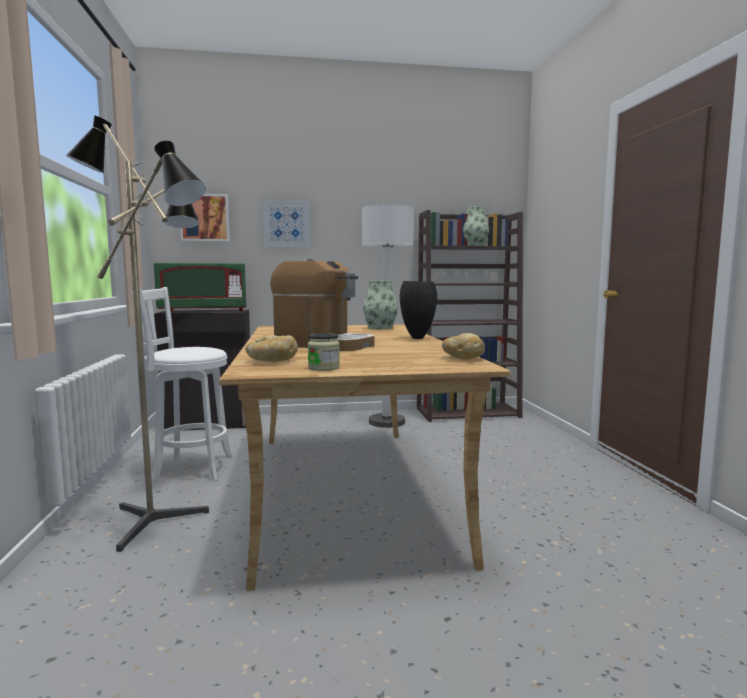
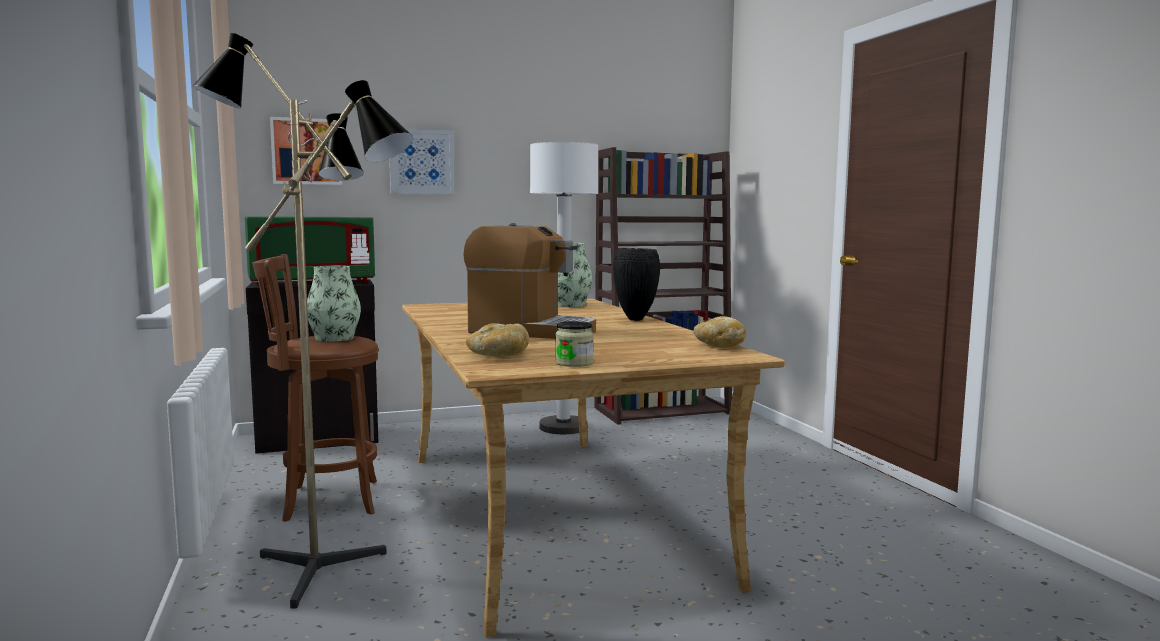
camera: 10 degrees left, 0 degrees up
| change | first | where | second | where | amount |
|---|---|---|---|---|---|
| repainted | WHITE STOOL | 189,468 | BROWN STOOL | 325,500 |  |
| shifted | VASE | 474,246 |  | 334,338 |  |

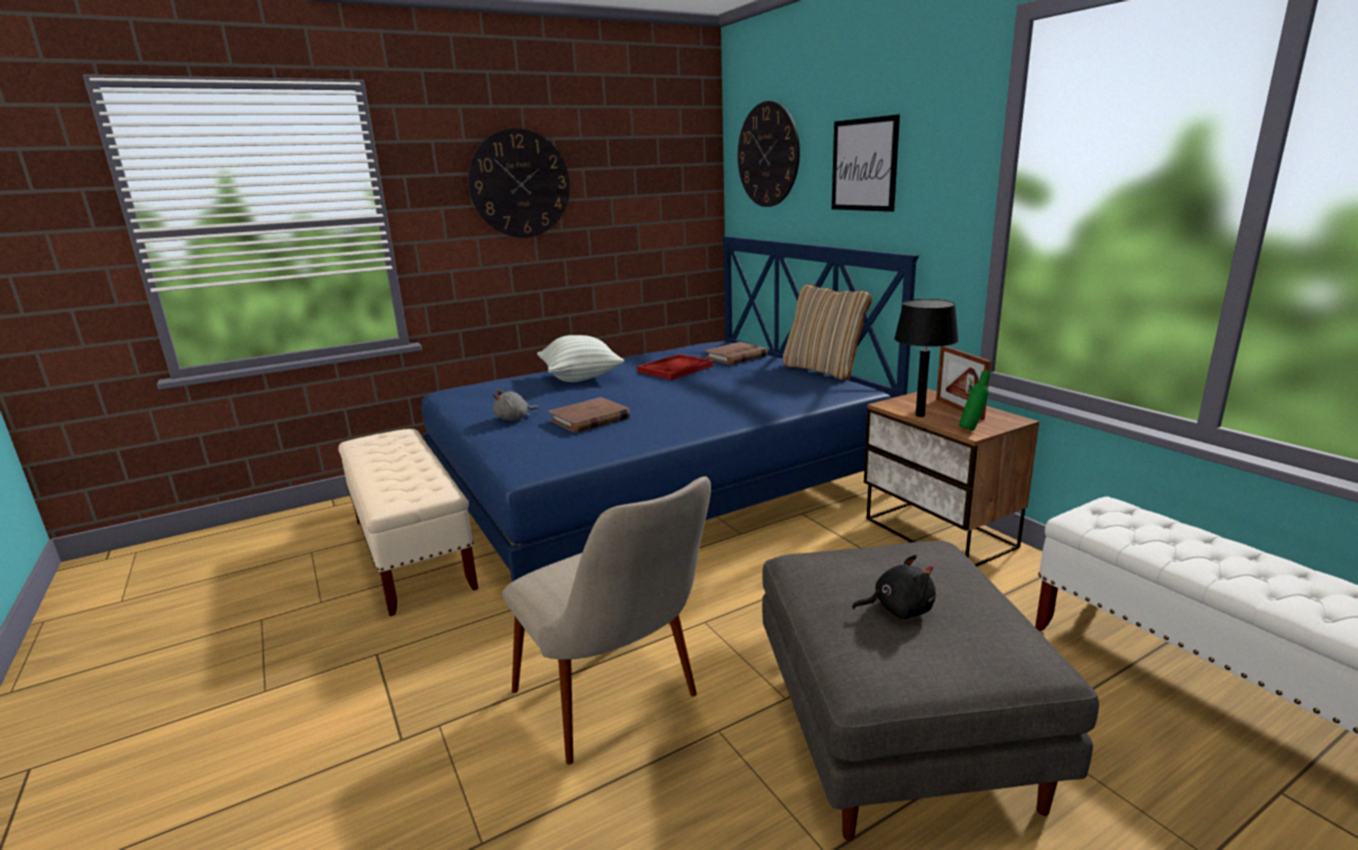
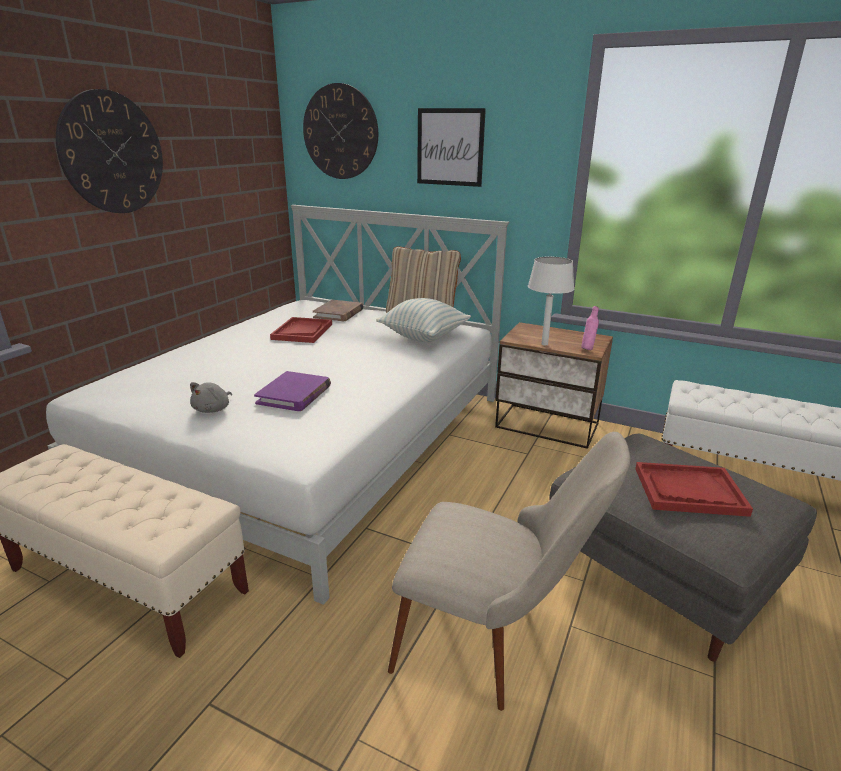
camera: 35 degrees left, 5 degrees up
| change | first | where | second | where | amount |
|---|---|---|---|---|---|
| repainted | BLUE BED | 654,486 | WHITE BED | 311,441 |  |
| repainted | BROWN BOOK | 590,419 | PURPLE BOOK | 294,394 |  |
| shifted | PILLOW | 581,378 |  | 423,337 |  |
| repainted | BLACK TABLE LAMP | 919,415 | WHITE TABLE LAMP | 544,344 |  |
| repainted | GREEN BOTTLE | 972,429 | PINK BOTTLE | 588,349 |  |
| swapped | BLACK PLUSH TOY | 898,609 | RED TRAY | 689,491 |  |
| gone | PICTURE FRAME | 959,409 |  |  |  |

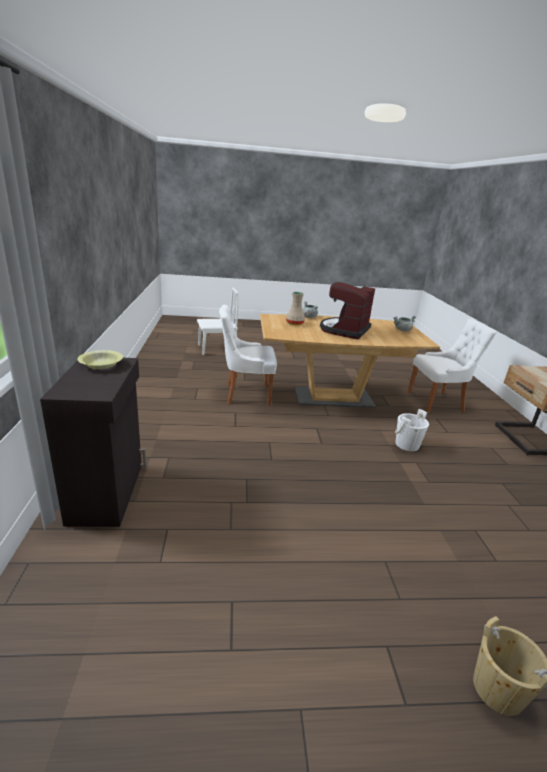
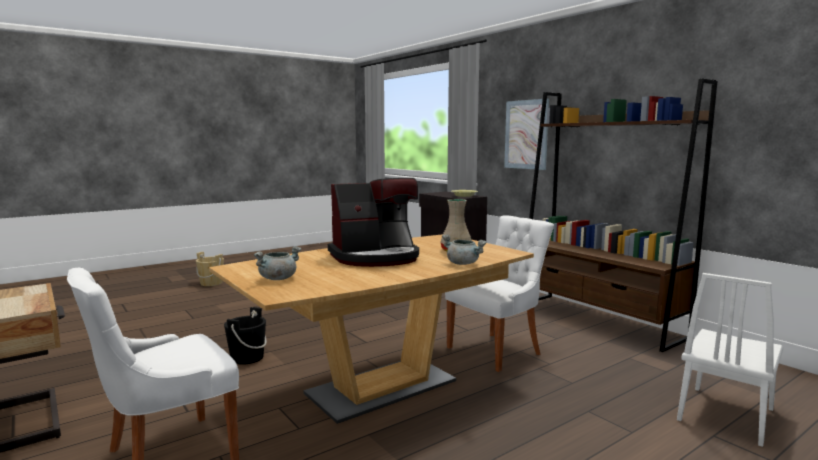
camera: 150 degrees right, 15 degrees down
| change | first | where | second | where | amount |
|---|---|---|---|---|---|
| repainted | WHITE BUCKET | 407,444 | BLACK BUCKET | 247,358 |  |
| rotated | COFFEE MACHINE | 344,330 |  | 376,257 | 75 degrees clockwise |
| new |  |  | PICTURE | 526,134 |  |
| new |  |  | BROWN BOOKCASE | 598,320 |  |

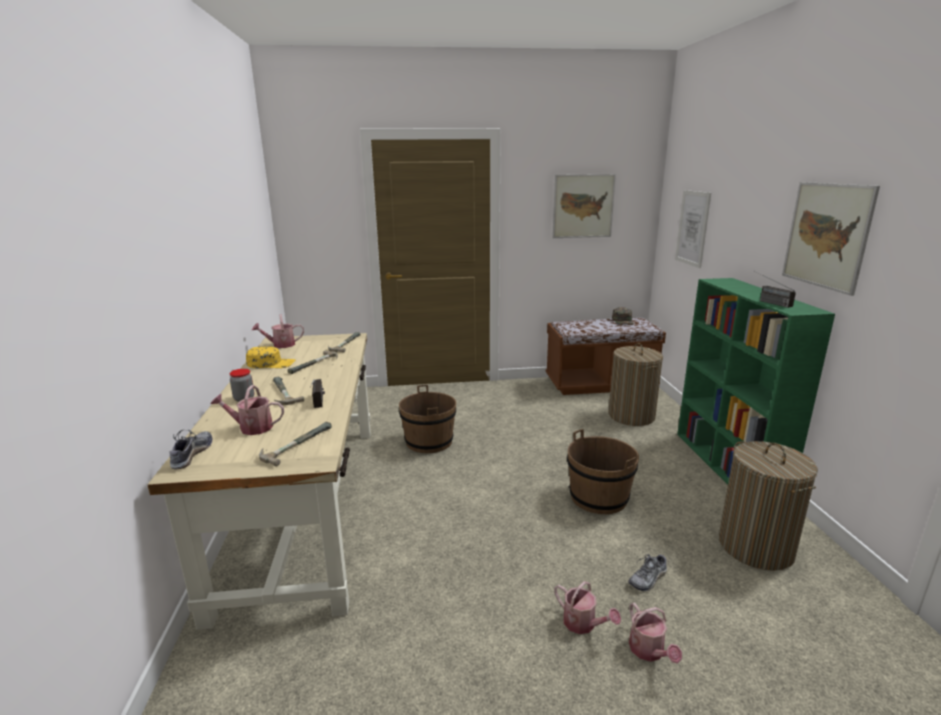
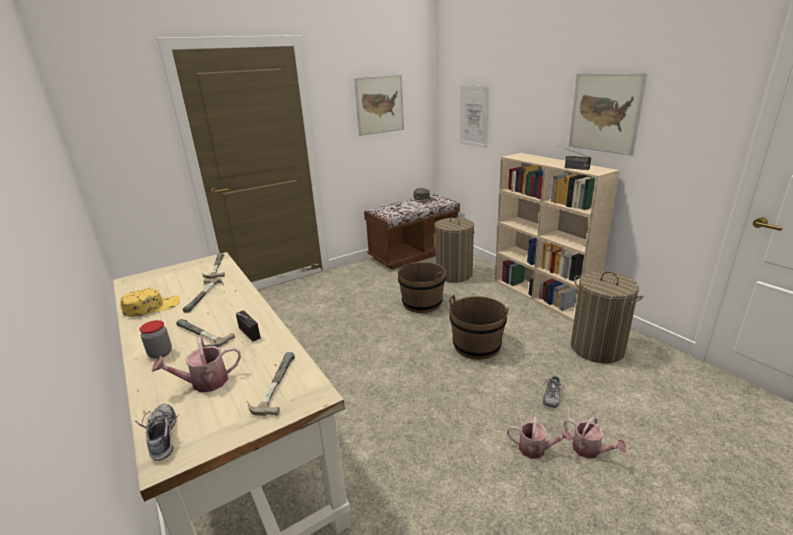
camera: 25 degrees left, 5 degrees up
| change | first | where | second | where | amount |
|---|---|---|---|---|---|
| shifted | BROWN BUCKET | 429,442 |  | 422,303 |  |
| repainted | GREEN BOOKCASE | 728,467 | BEIGE BOOKCASE | 542,296 |  |
| gone | WATERING CAN | 280,345 |  |  |  |

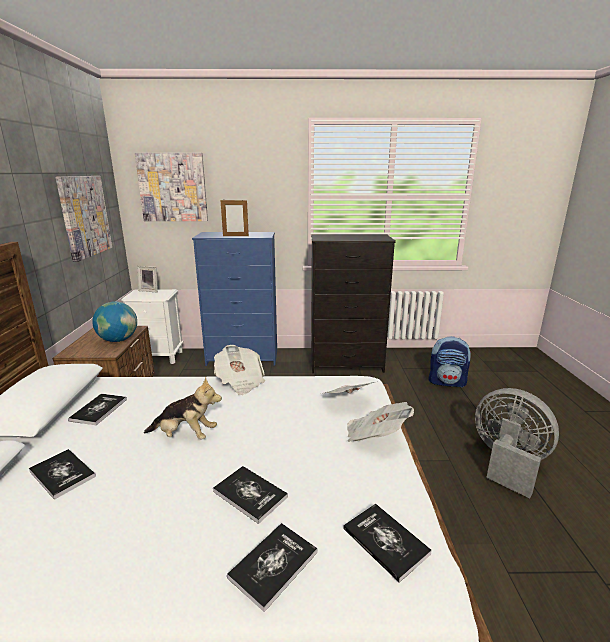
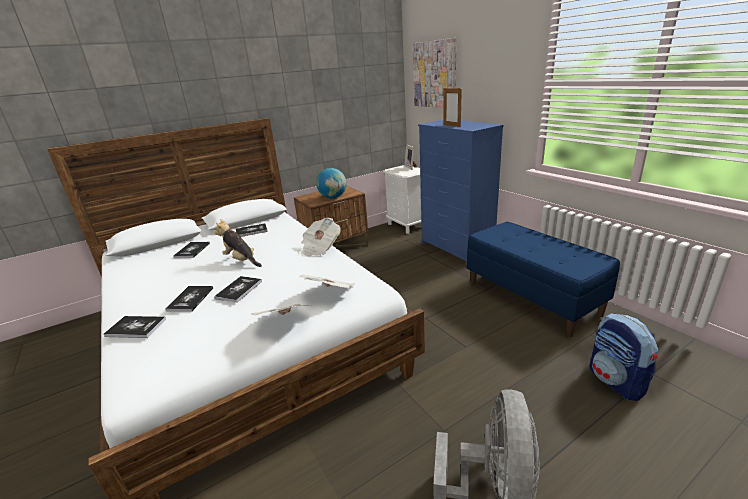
camera: 60 degrees right, 5 degrees up
| change | first | where | second | where | amount |
|---|---|---|---|---|---|
| shifted | BOOK | 385,541 |  | 239,290 |  |
| rotated | PLUSH TOY | 185,435 |  | 241,260 | 150 degrees clockwise |
| swapped | BLACK DRESSER | 347,364 | BLUE BENCH | 532,298 |  |
| gone | PICTURE | 84,216 |  |  |  |

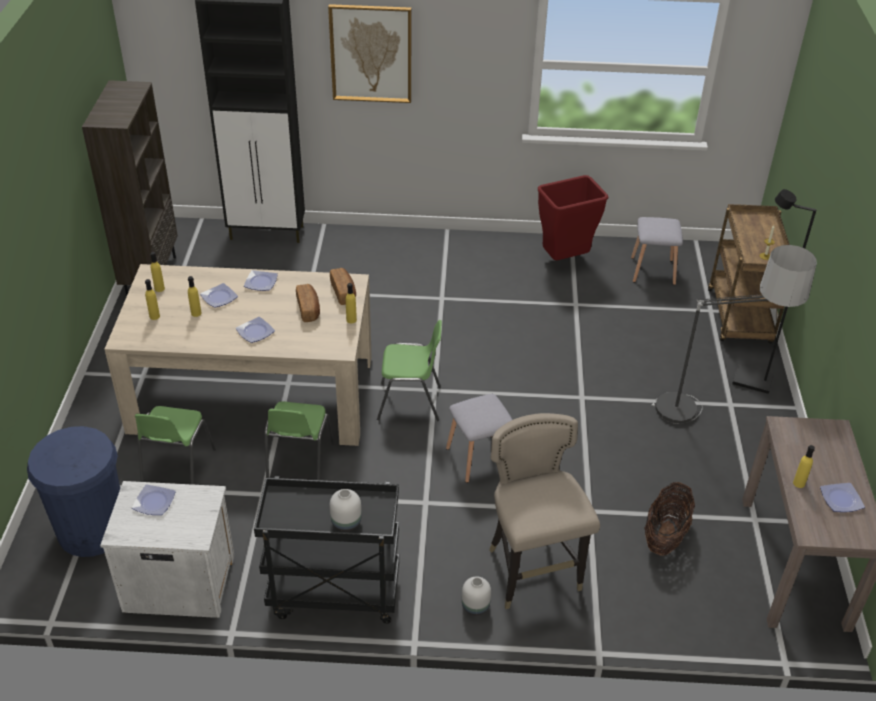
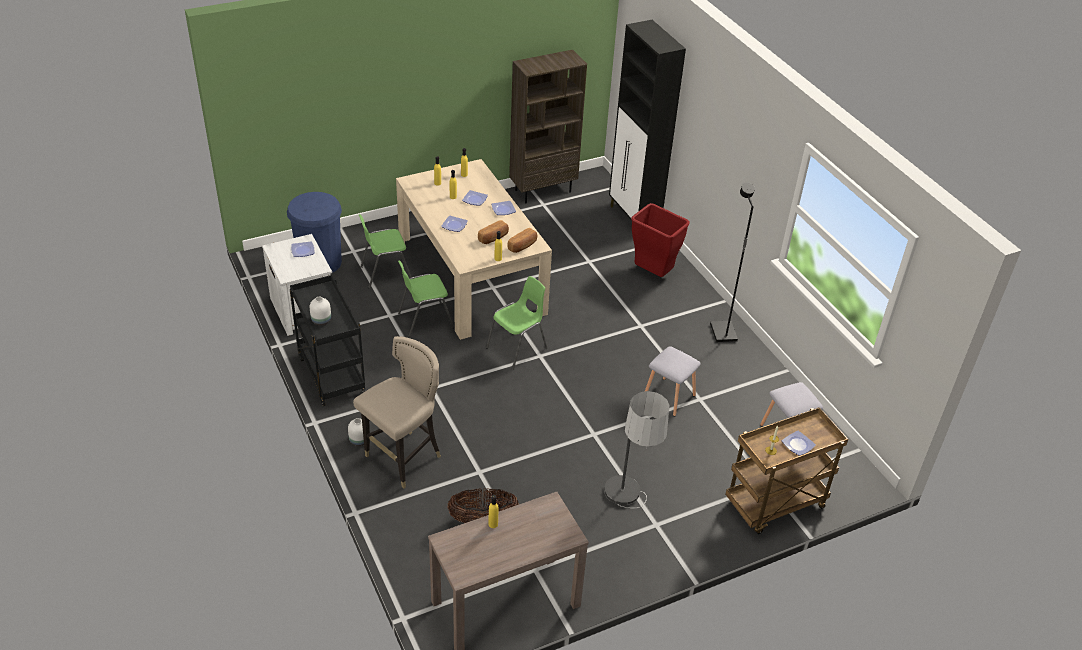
camera: 60 degrees right, 0 degrees up
| change | first | where | second | where | amount |
|---|---|---|---|---|---|
| rotated | GREEN CHAIR | 410,403 |  | 518,348 | 105 degrees counterclockwise |
| shifted | RED TRASH CAN | 565,259 |  | 653,274 |  |
| shifted | GREY STOOL | 479,457 |  | 670,397 |  |
| shifted | BLACK FLOOR LAMP | 751,381 |  | 722,332 |  |
| shifted | PLATE | 841,499 |  | 798,445 |  |
| gone | PICTURE | 371,53 |  |  |  |

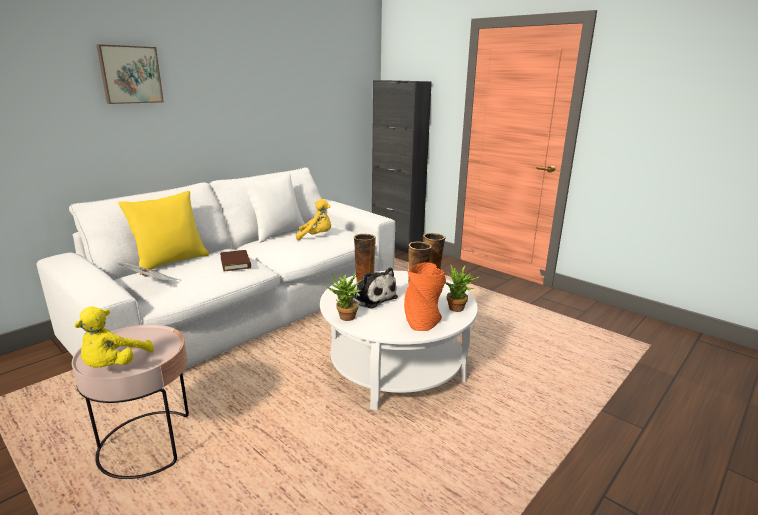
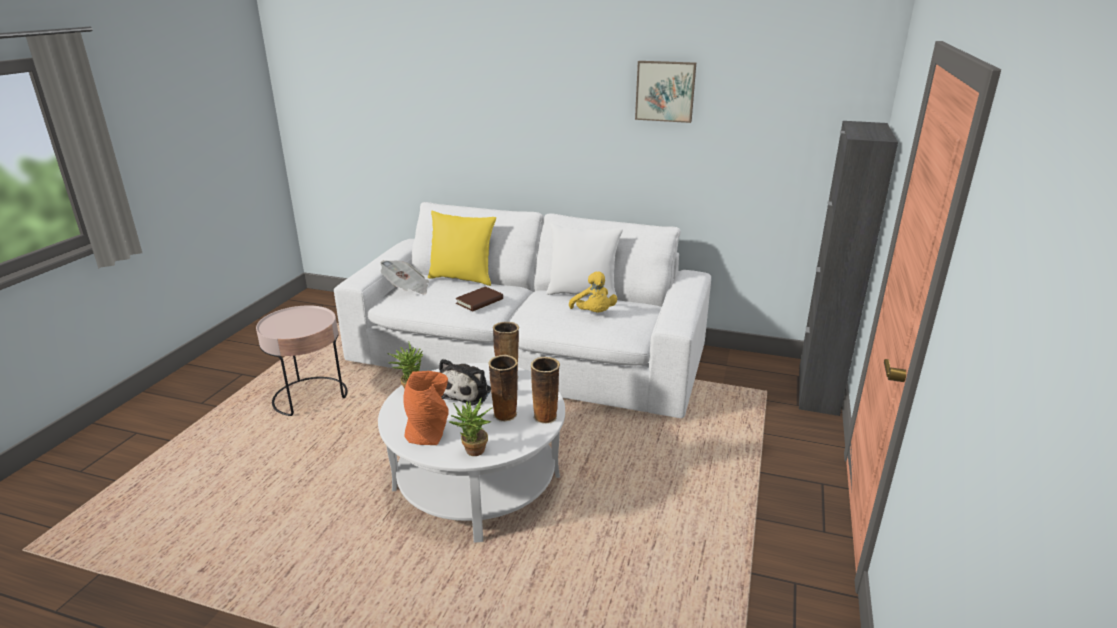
camera: 65 degrees right, 5 degrees up
| change | first | where | second | where | amount |
|---|---|---|---|---|---|
| shifted | PICTURE | 130,74 |  | 665,91 |  |
| gone | YELLOW PLUSH TOY | 114,365 |  |  |  |

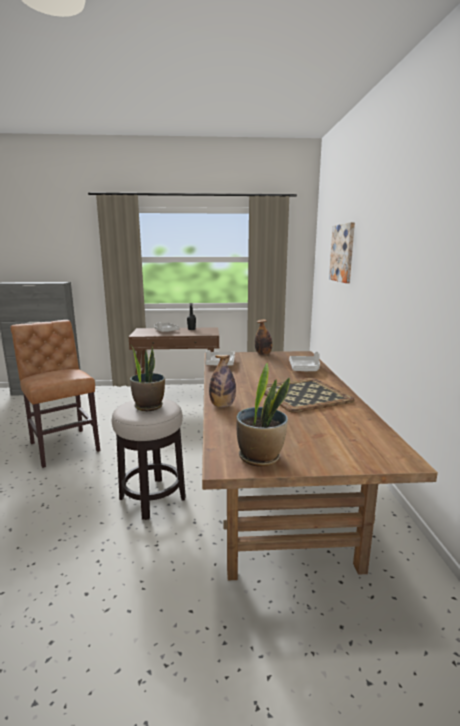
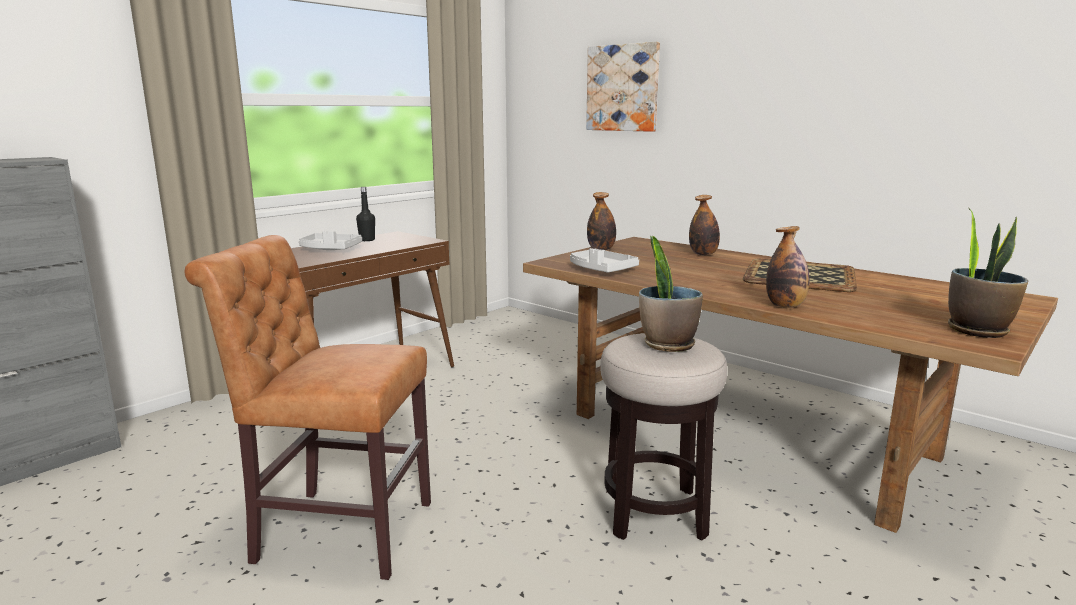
camera: 45 degrees left, 0 degrees up
| change | first | where | second | where | amount |
|---|---|---|---|---|---|
| swapped | GREY TRAY | 304,369 | BOTTLE | 703,254 |  |

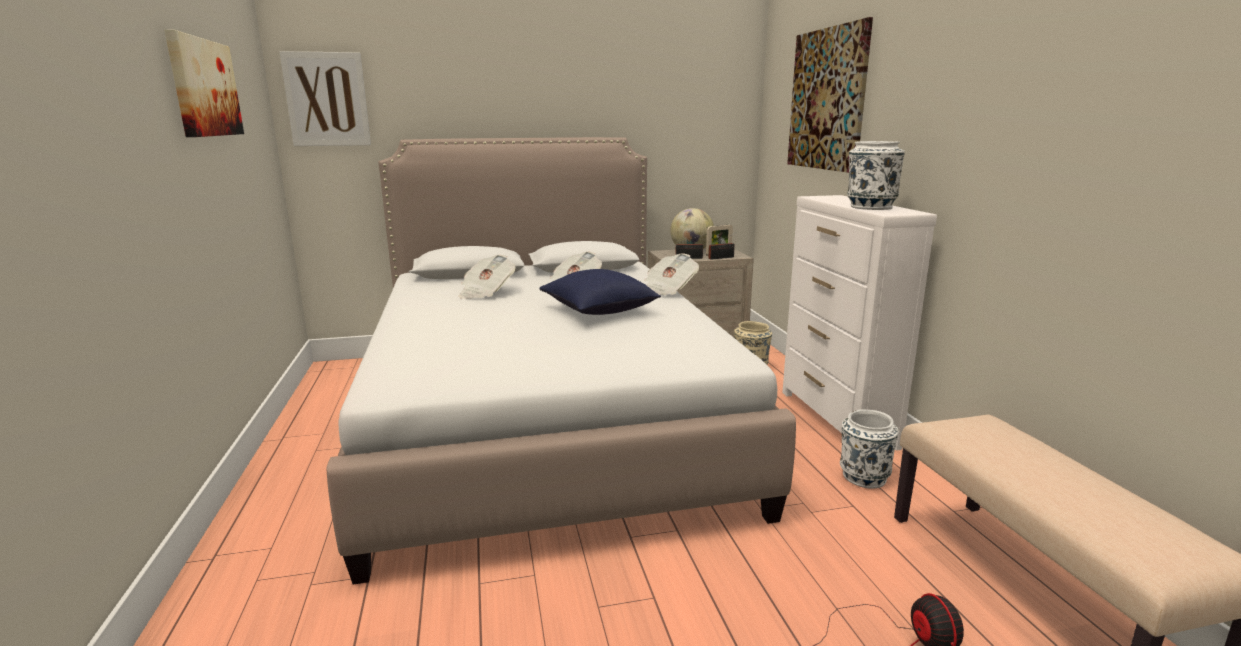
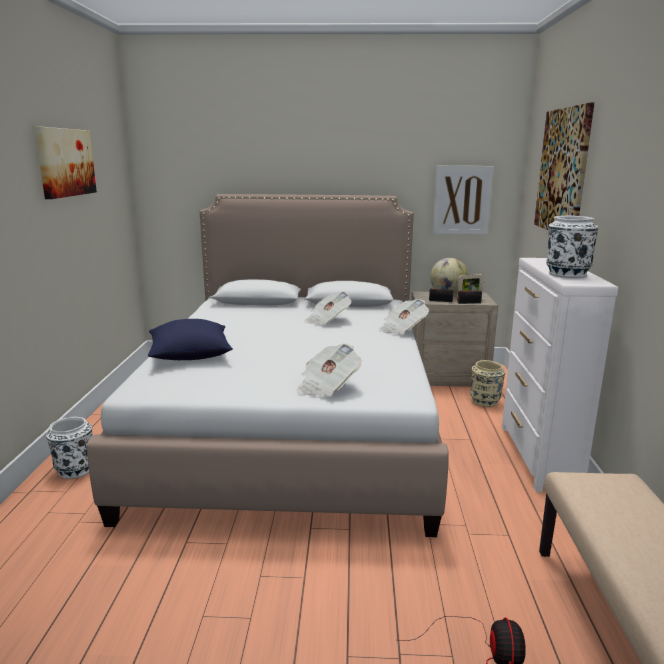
camera: 15 degrees right, 0 degrees up
| change | first | where | second | where | amount |
|---|---|---|---|---|---|
| shifted | WHITE VASE | 863,477 |  | 74,470 |  |
| shifted | BLUE PILLOW | 599,311 |  | 190,356 |  |
| shifted | NEWSPAPER | 486,292 |  | 327,386 |  |
| shifted | PICTURE | 327,99 |  | 462,200 |  |

